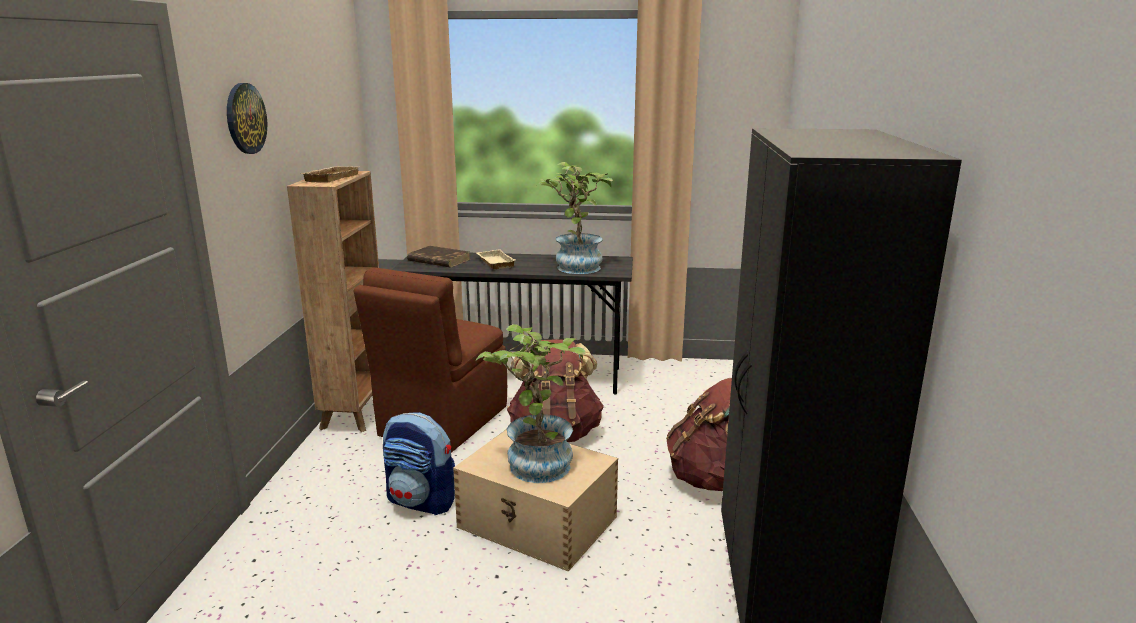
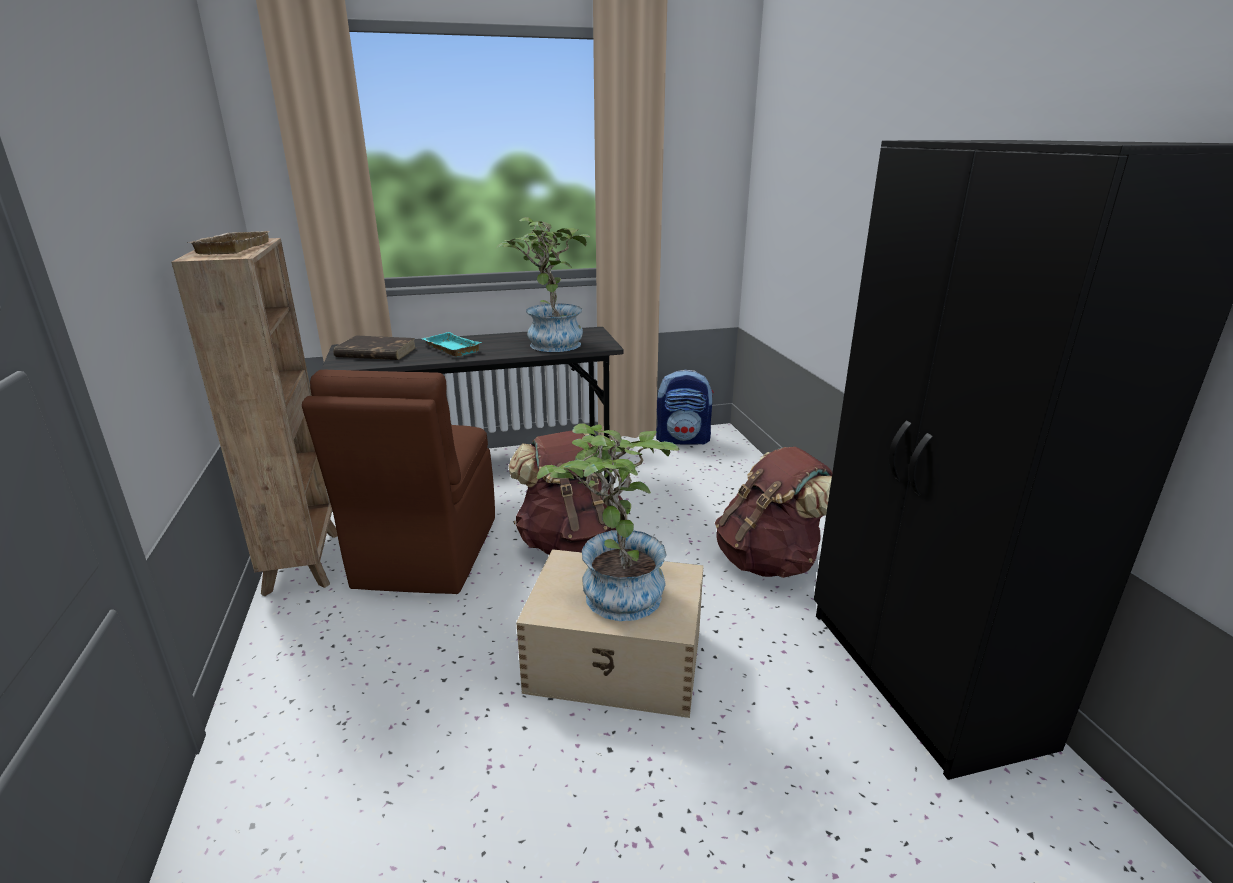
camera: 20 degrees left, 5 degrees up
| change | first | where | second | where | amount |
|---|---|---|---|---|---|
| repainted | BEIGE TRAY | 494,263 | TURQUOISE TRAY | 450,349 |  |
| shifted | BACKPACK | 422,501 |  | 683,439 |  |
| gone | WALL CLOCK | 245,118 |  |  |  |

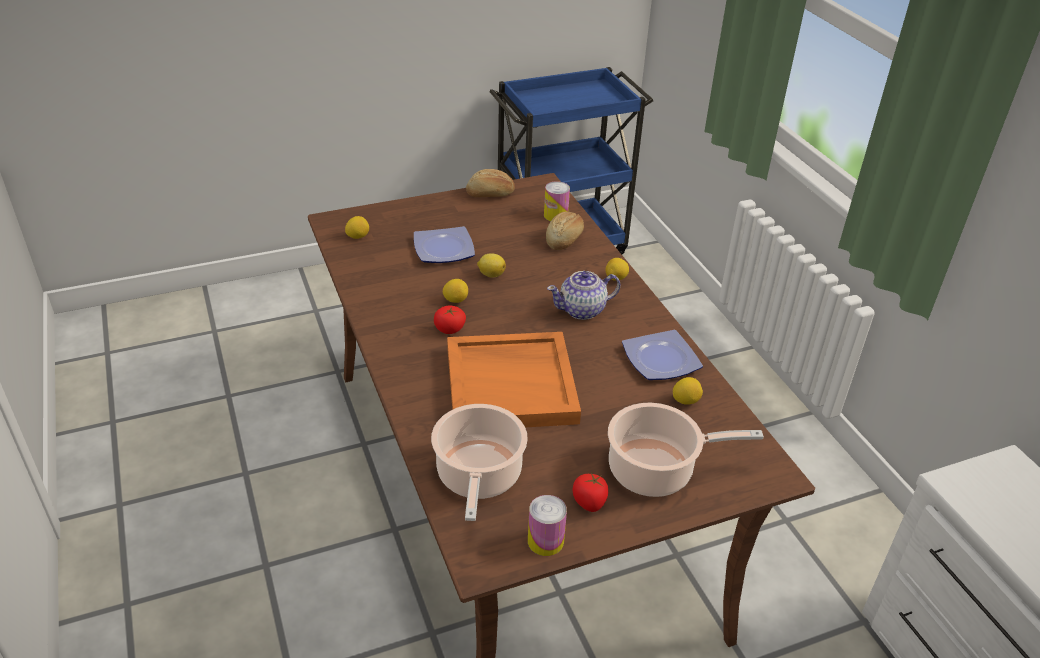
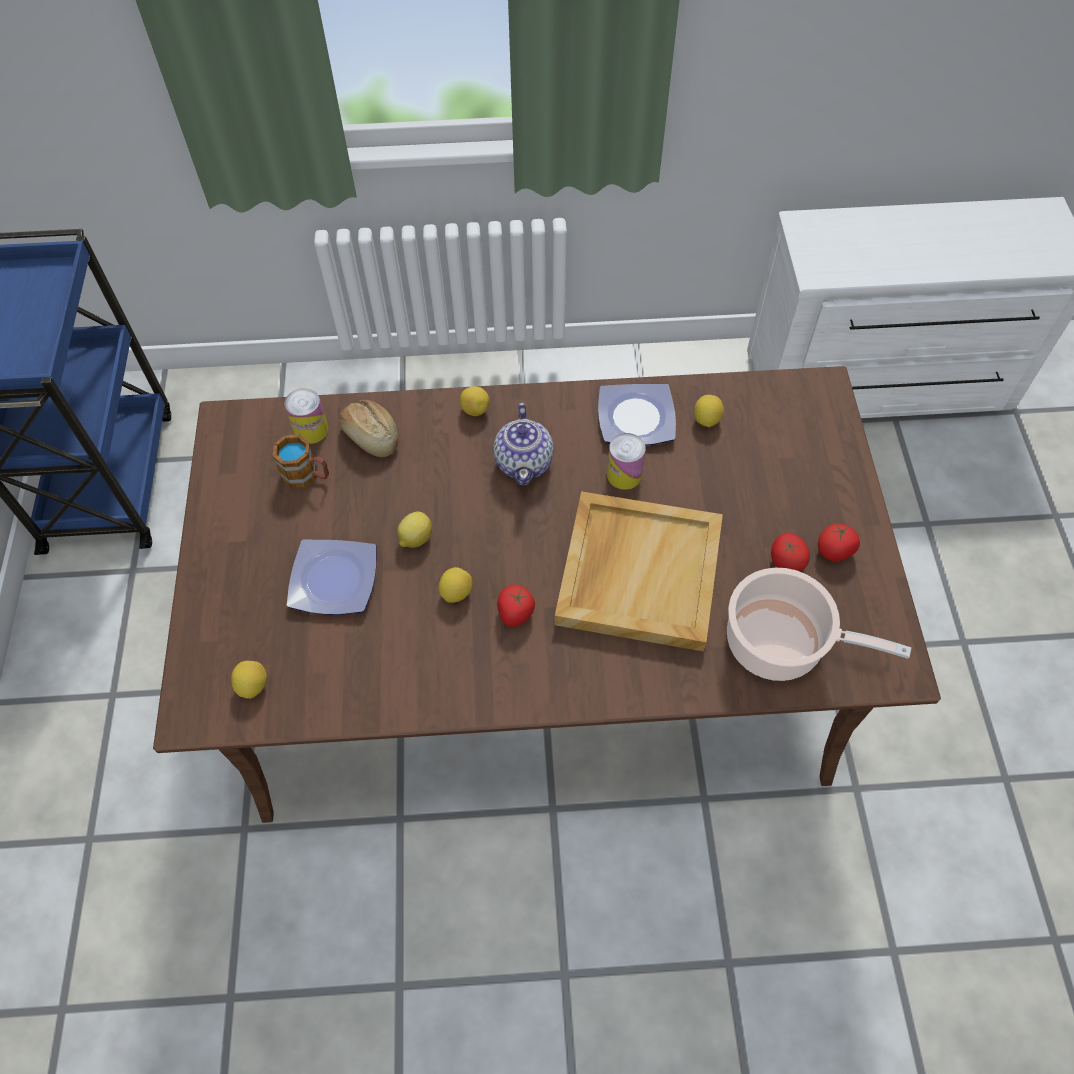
camera: 70 degrees left, 20 degrees up
| change | first | where | second | where | amount |
|---|---|---|---|---|---|
| new |  |  | MUG | 307,475 |  |
| repainted | ORANGE TRAY | 512,384 | BEIGE TRAY | 638,572 |  |
| shifted | CAN | 545,541 |  | 624,475 |  |
| new |  |  | TOMATO | 786,561 |  |
| gone | BREAD | 490,194 |  |  |  |
| gone | COOKING POT | 656,470 |  |  |  |

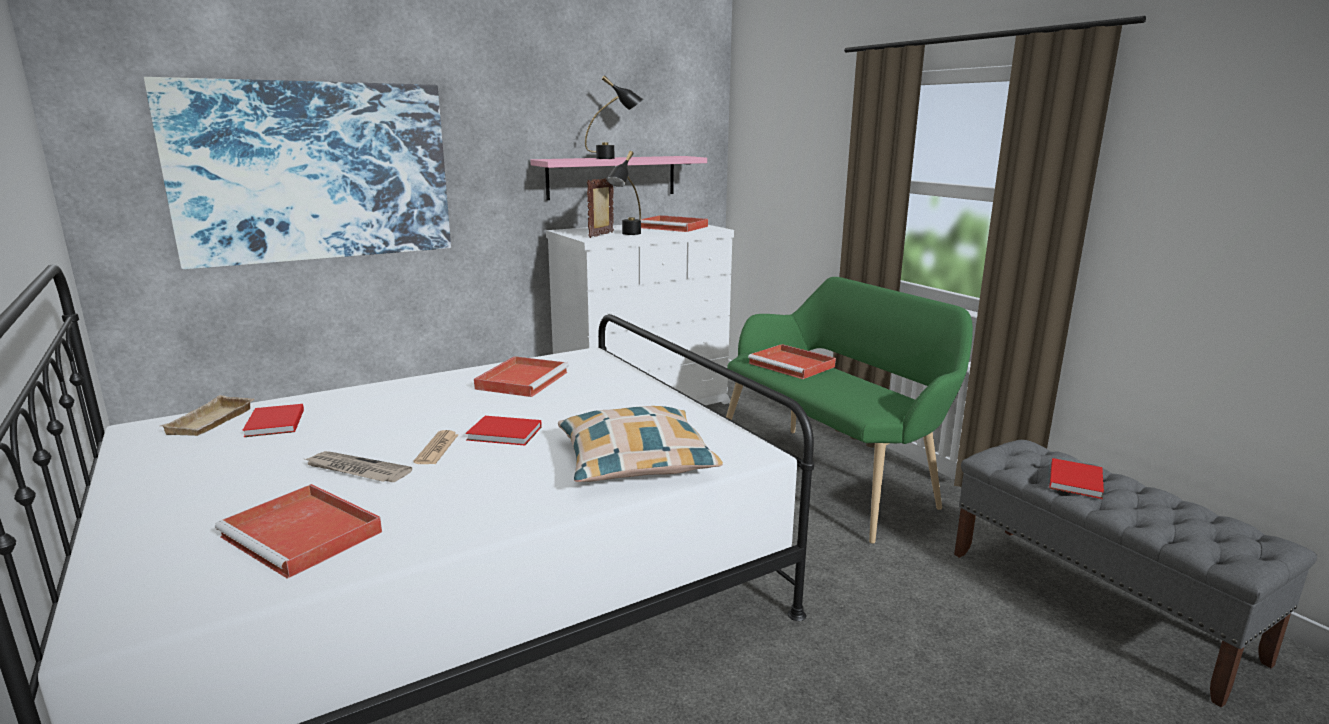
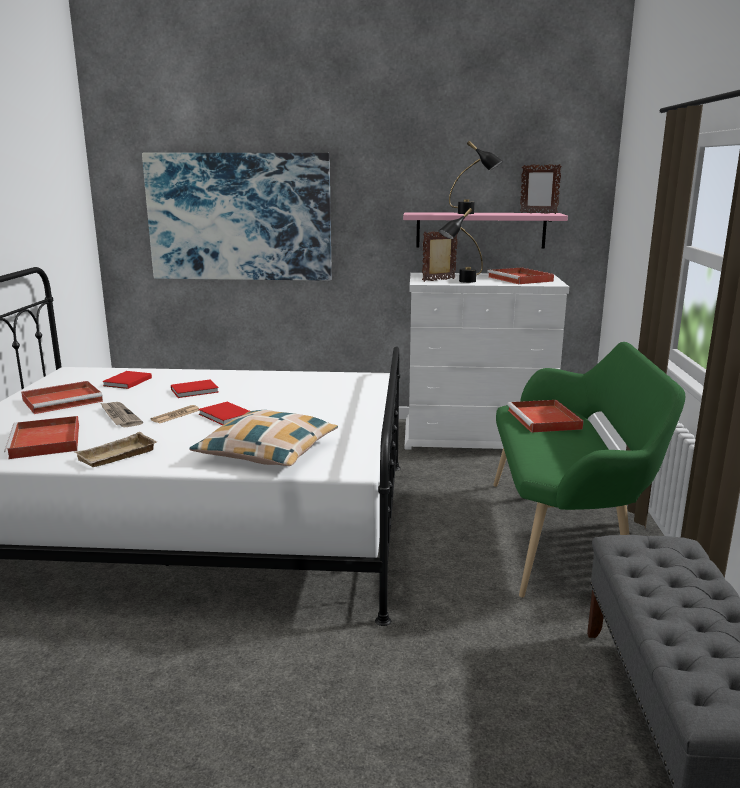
camera: 35 degrees right, 0 degrees up
| change | first | where | second | where | amount |
|---|---|---|---|---|---|
| shifted | RED TRAY | 523,380 |  | 64,400 |  |
| shifted | BEIGE TRAY | 212,422 |  | 117,456 |  |
| shifted | RED BOOK | 1076,480 |  | 196,391 |  |
| new |  |  | PICTURE FRAME | 538,213 |  |

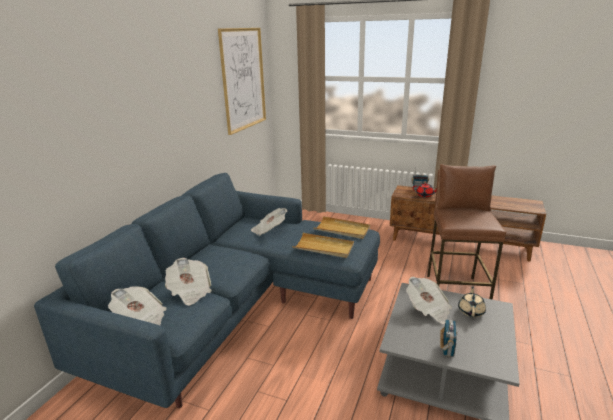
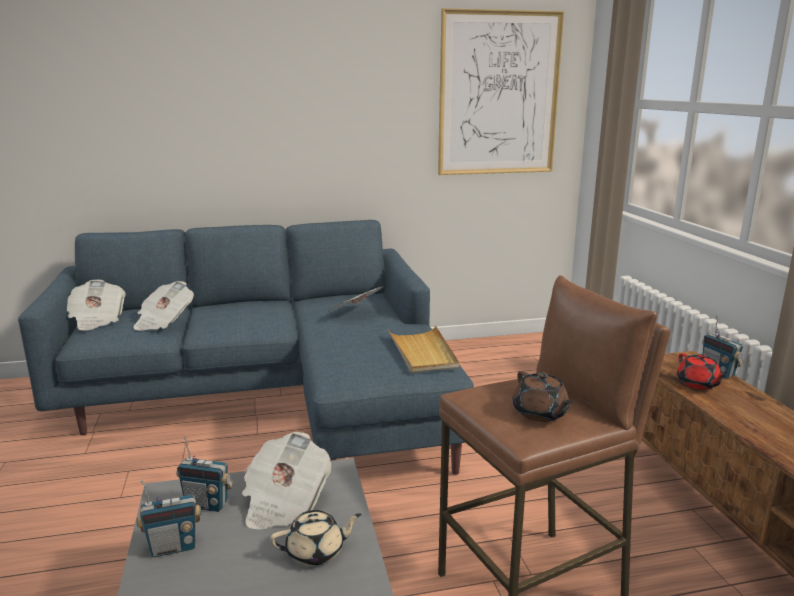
camera: 55 degrees right, 5 degrees down
| change | first | where | second | where | amount |
|---|---|---|---|---|---|
| new |  |  | RADIO | 207,504 |  |
| new |  |  | BROWN TEAPOT | 540,413 |  |
| gone | BEIGE TRAY | 324,247 |  |  |  |

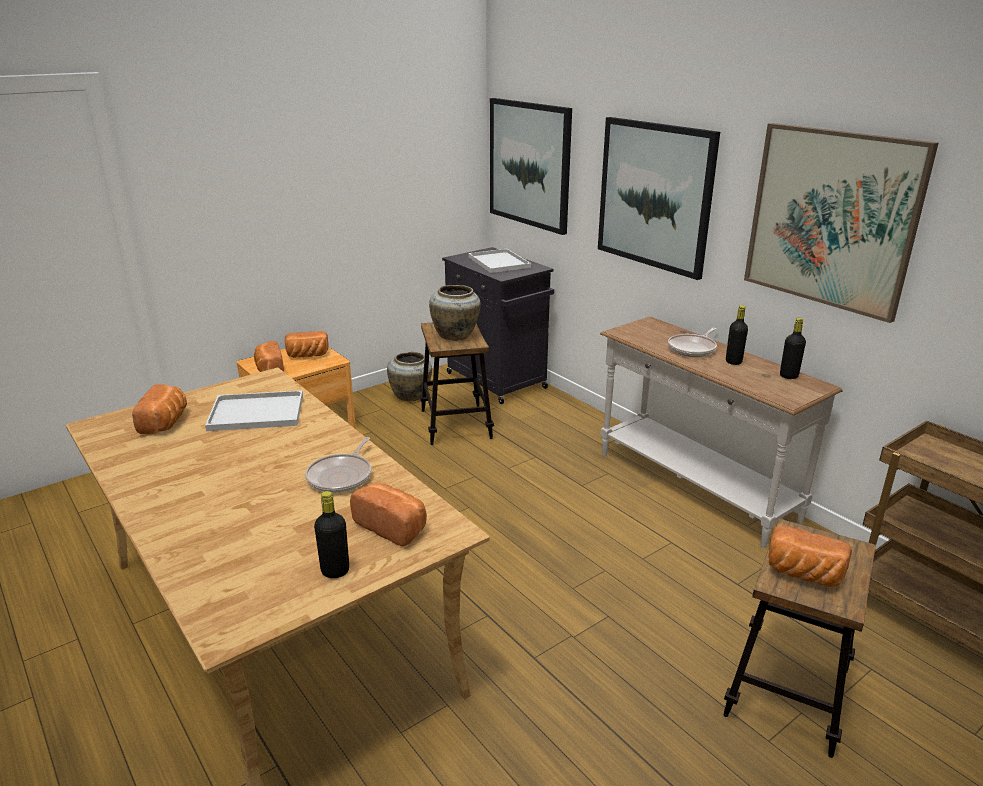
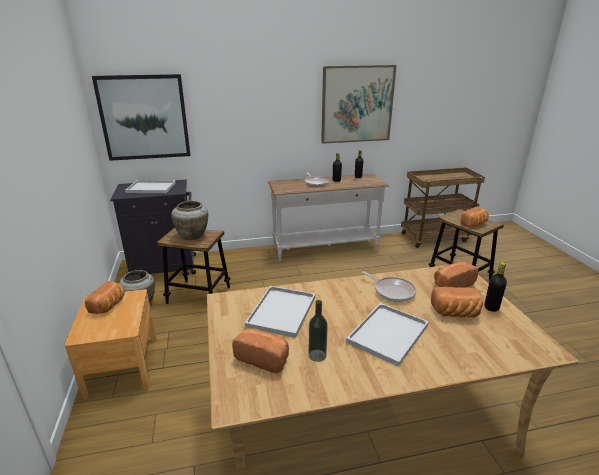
camera: 65 degrees left, 0 degrees up
| change | first | where | second | where | amount |
|---|---|---|---|---|---|
| new |  |  | BOTTLE | 317,355 |  |
| new |  |  | WHITE TRAY | 388,335 |  |
| shifted | BREAD | 269,369 |  | 455,313 |  |
| gone | PICTURE | 655,195 |  |  |  |

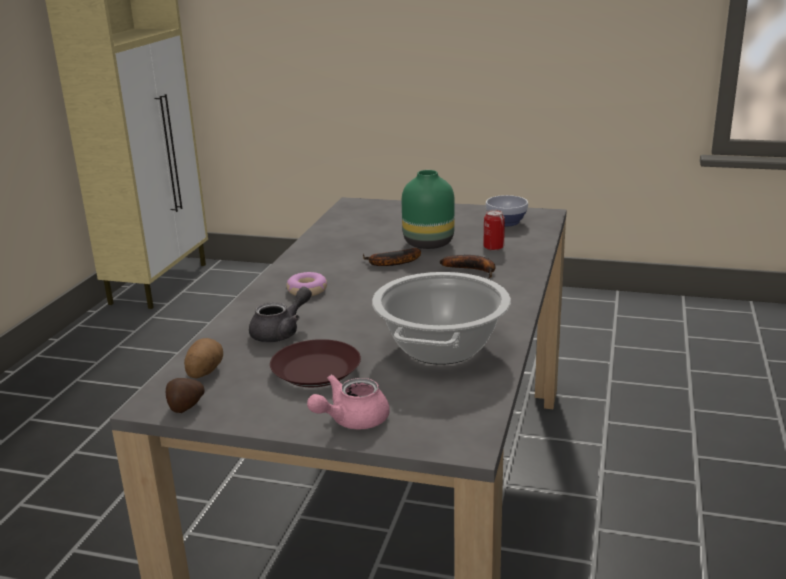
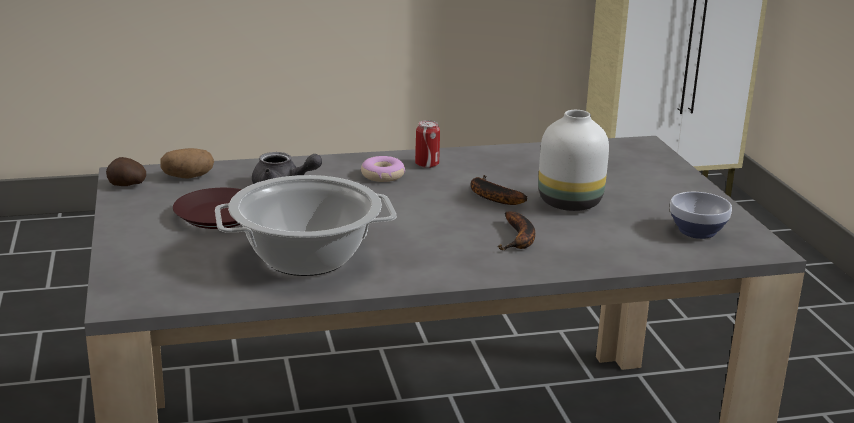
camera: 60 degrees right, 0 degrees up
| change | first | where | second | where | amount |
|---|---|---|---|---|---|
| shifted | CAN | 493,248 |  | 427,164 |  |
| repainted | GREEN VASE | 429,243 | WHITE VASE | 571,203 |  |
| gone | PINK TEAPOT | 351,420 |  |  |  |

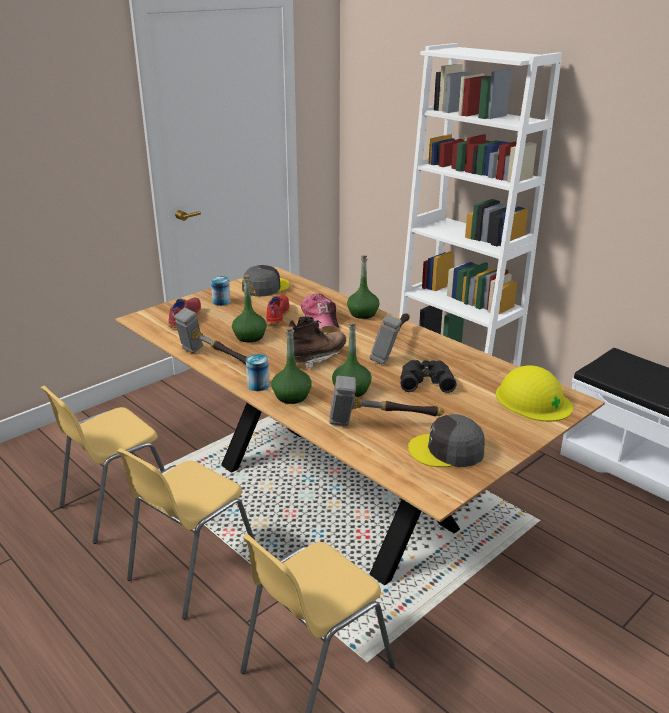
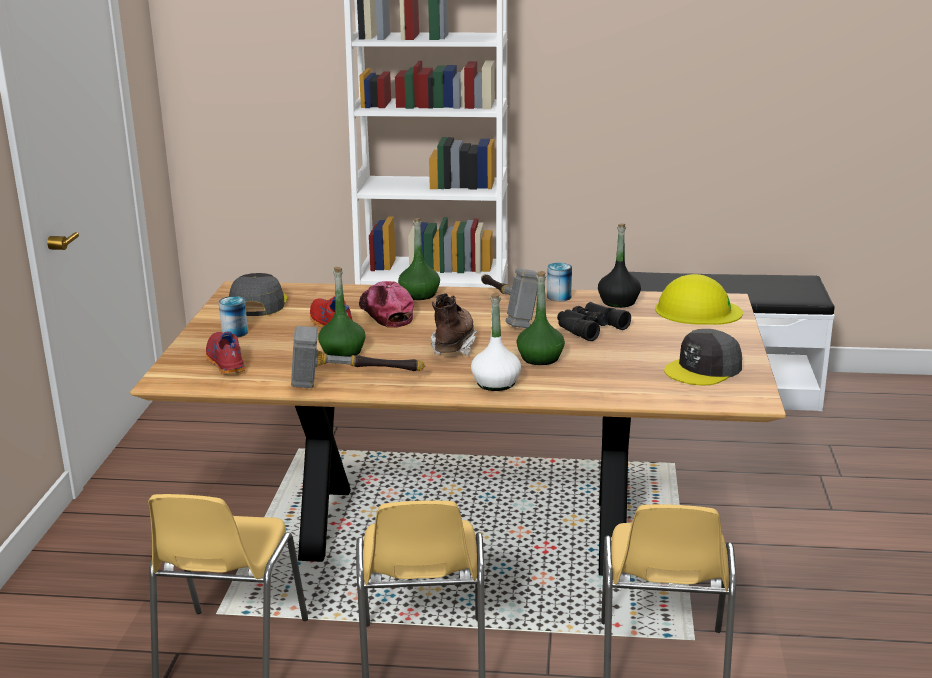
camera: 40 degrees left, 5 degrees down
| change | first | where | second | where | amount |
|---|---|---|---|---|---|
| rotated | CAP | 320,319 |  | 385,313 | 150 degrees counterclockwise |
| repainted | GREEN BOTTLE | 291,396 | WHITE BOTTLE | 496,383 |  |
| shifted | CAN | 258,385 |  | 559,297 |  |
| new |  |  | BLACK BOTTLE | 618,302 |  |
| gone | HAMMER | 381,424 |  |  |  |

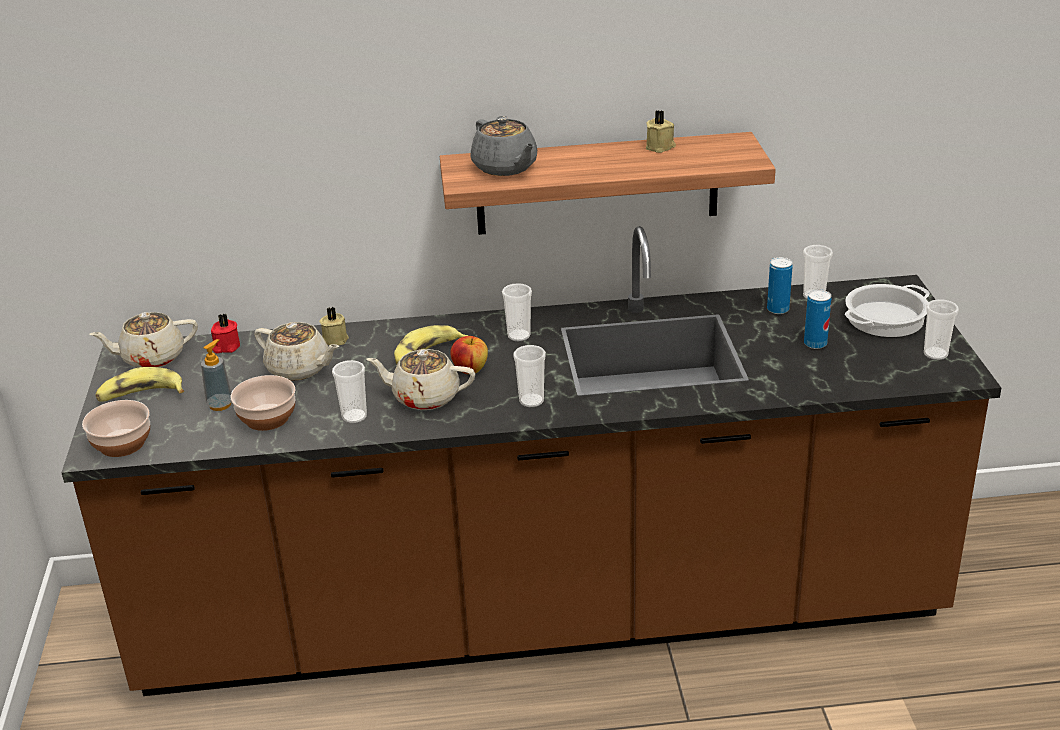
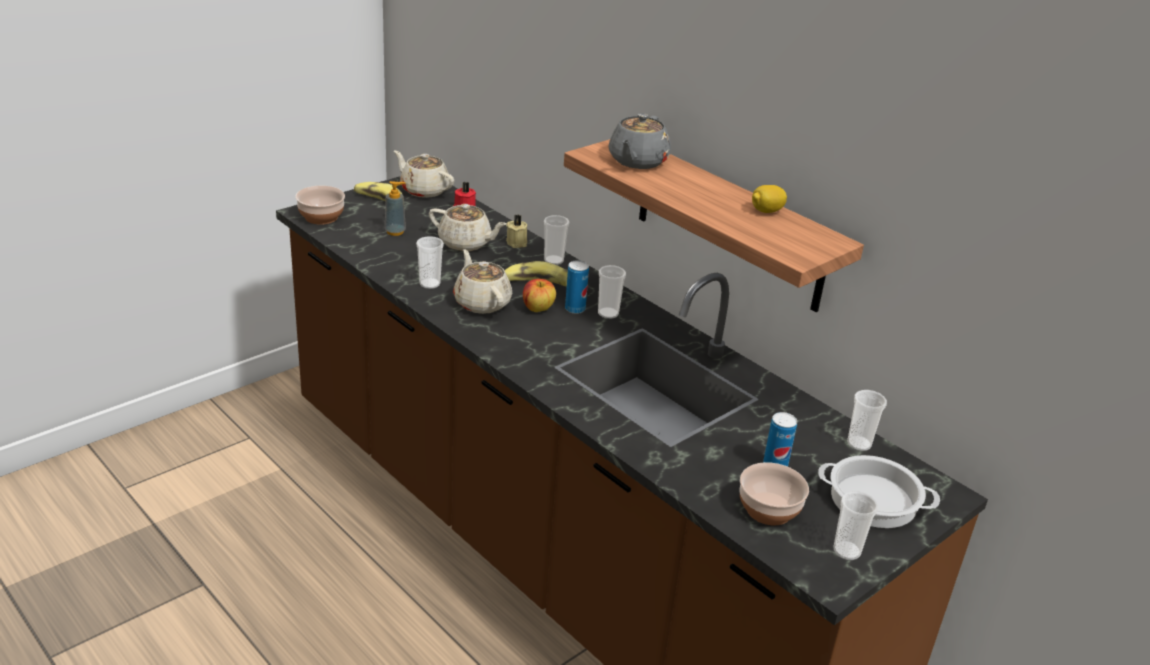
camera: 50 degrees right, 0 degrees up
| change | first | where | second | where | amount |
|---|---|---|---|---|---|
| rotated | BEIGE TEAPOT | 299,369 |  | 466,243 | 60 degrees counterclockwise |
| shifted | CUP | 531,401 |  | 554,260 |  |
| shifted | CAN | 778,309 |  | 575,309 |  |
| shifted | BOWL | 267,417 |  | 769,509 |  |
| swapped | BEIGE CANDLE | 660,147 | LEMON | 766,211 |  |

